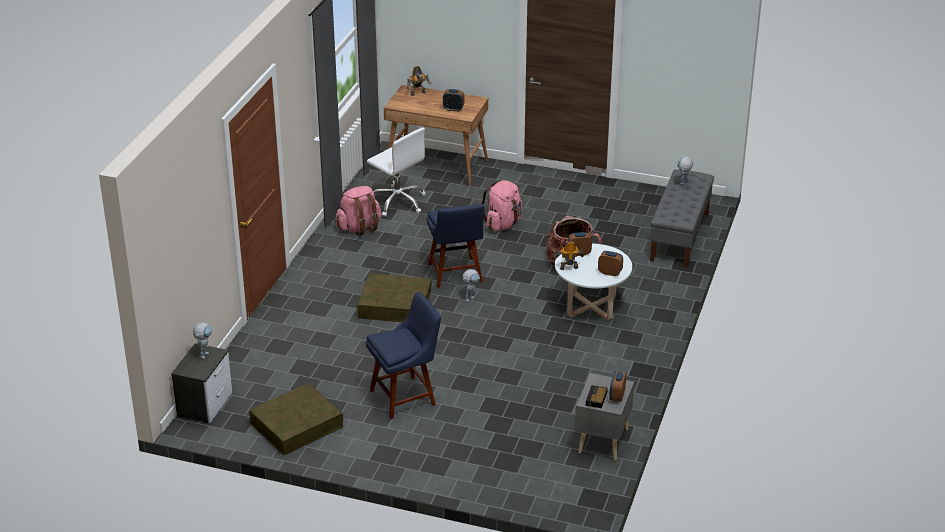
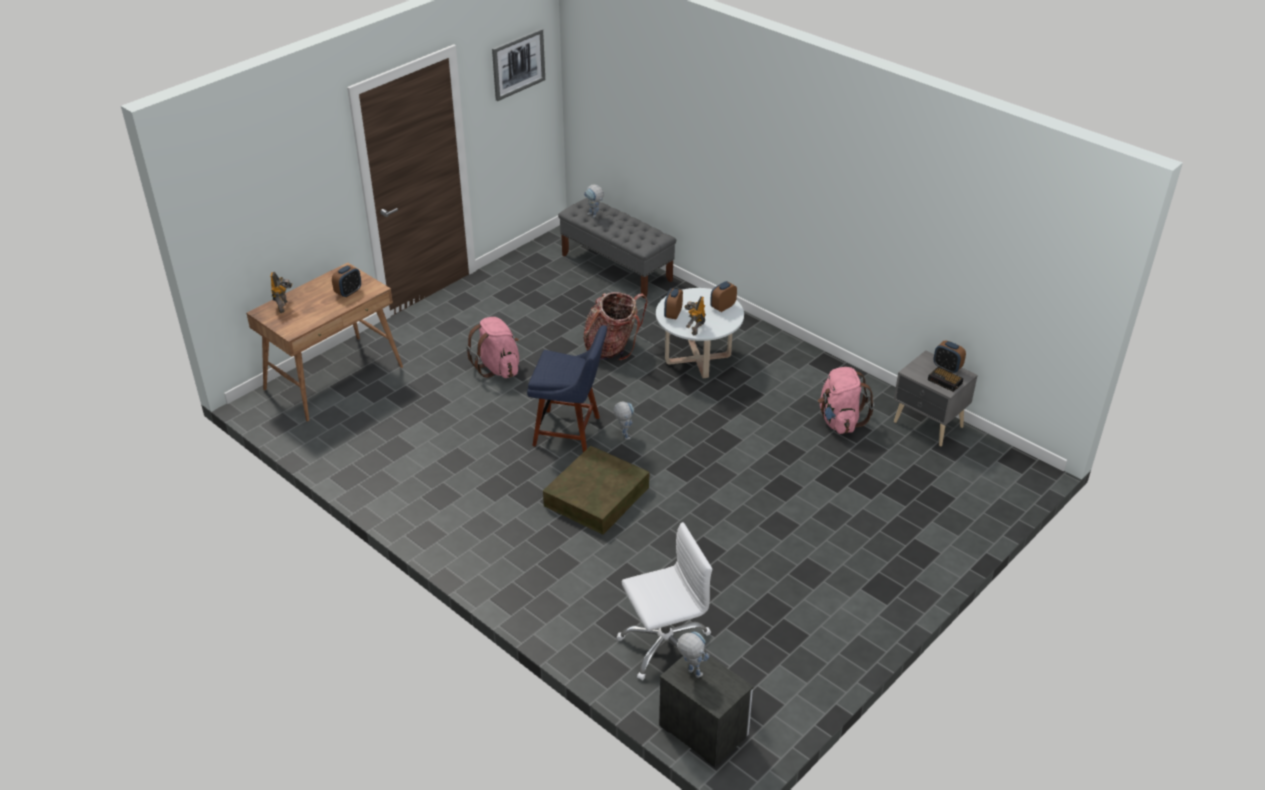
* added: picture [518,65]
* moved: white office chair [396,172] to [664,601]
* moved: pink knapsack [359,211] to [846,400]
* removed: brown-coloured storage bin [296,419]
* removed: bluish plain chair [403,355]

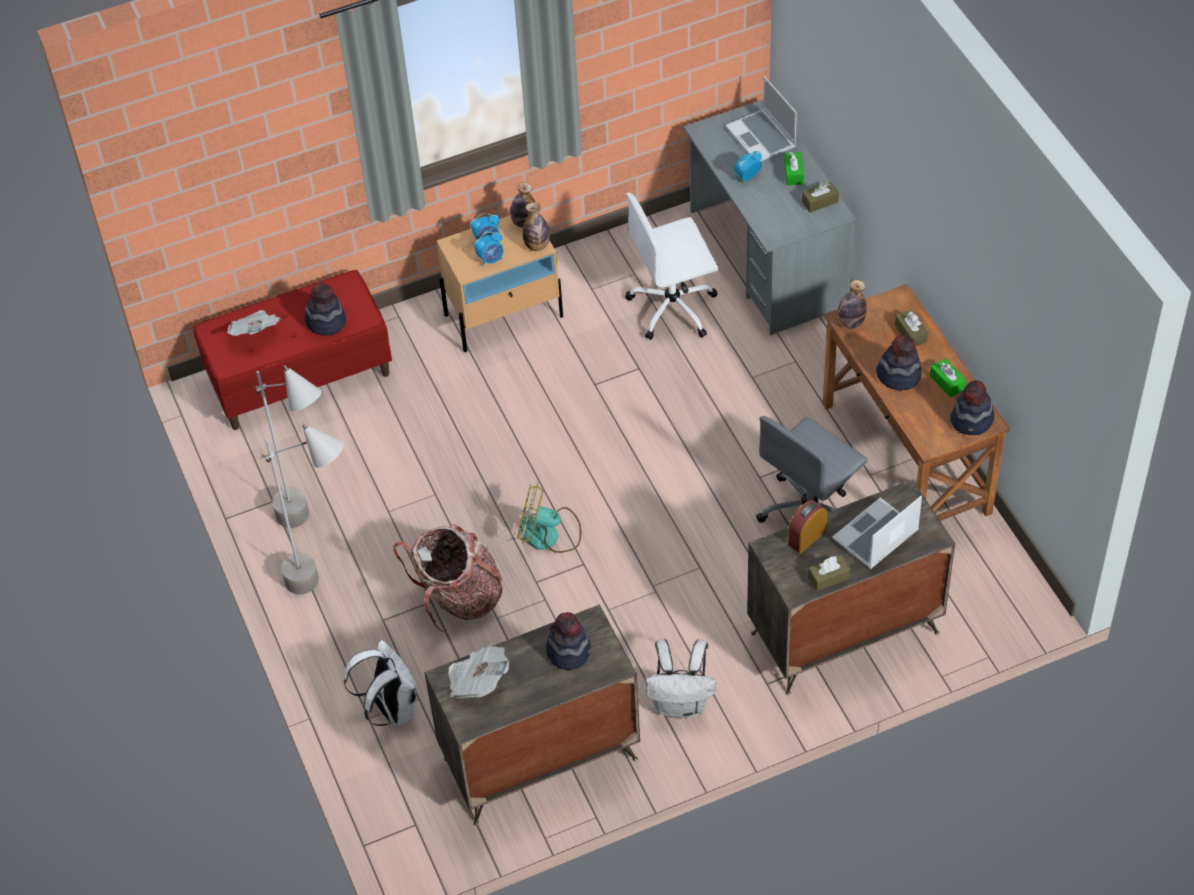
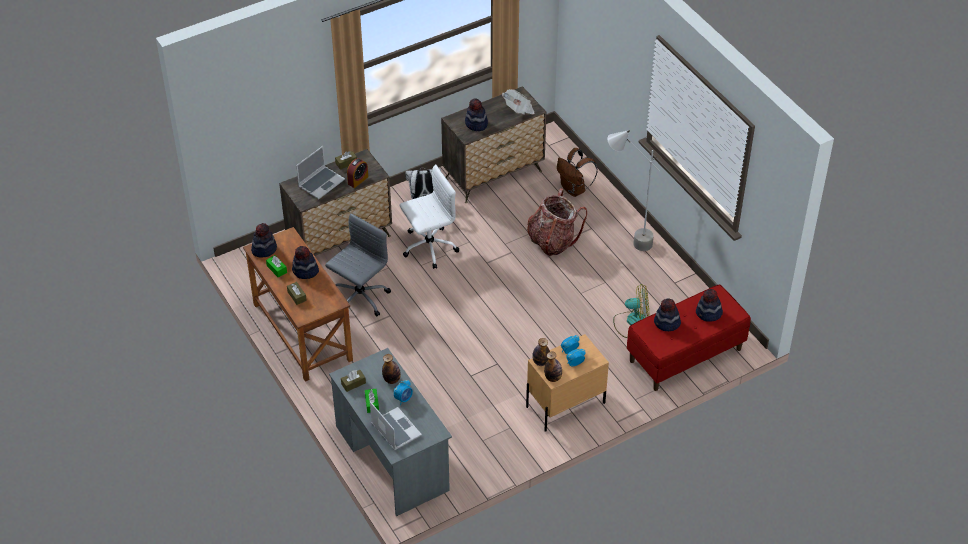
* moved: drink bottle [852,304] to [391,369]
* moved: white office chair [671,266] to [429,217]
* recoloured: white knapsack [382,683] to brown-coloured knapsack [577,172]
* moved: cooling fan [549,518] to [631,311]
* replaced: daily paper [253,323] to hat [709,305]
* removed: grey floor lamp [286,446]

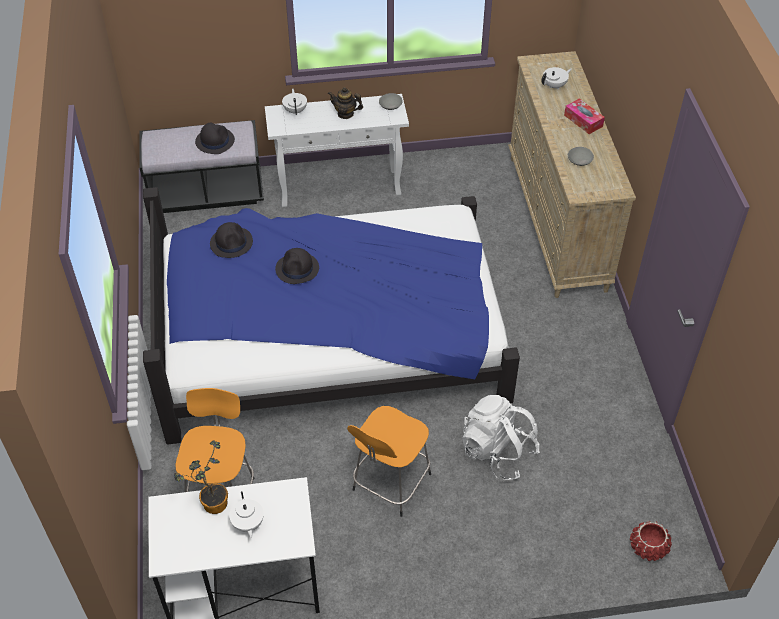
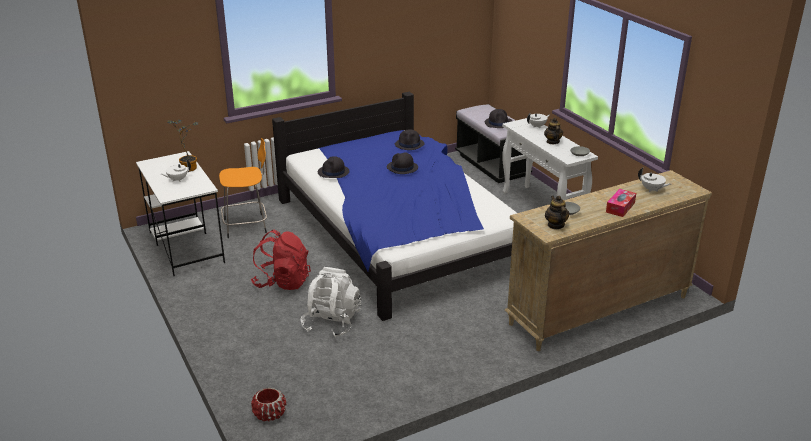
* replaced: orangey stool [389,461] to red-coloured knapsack [281,260]
* added: black hat [333,167]
* added: pot for tea [557,212]

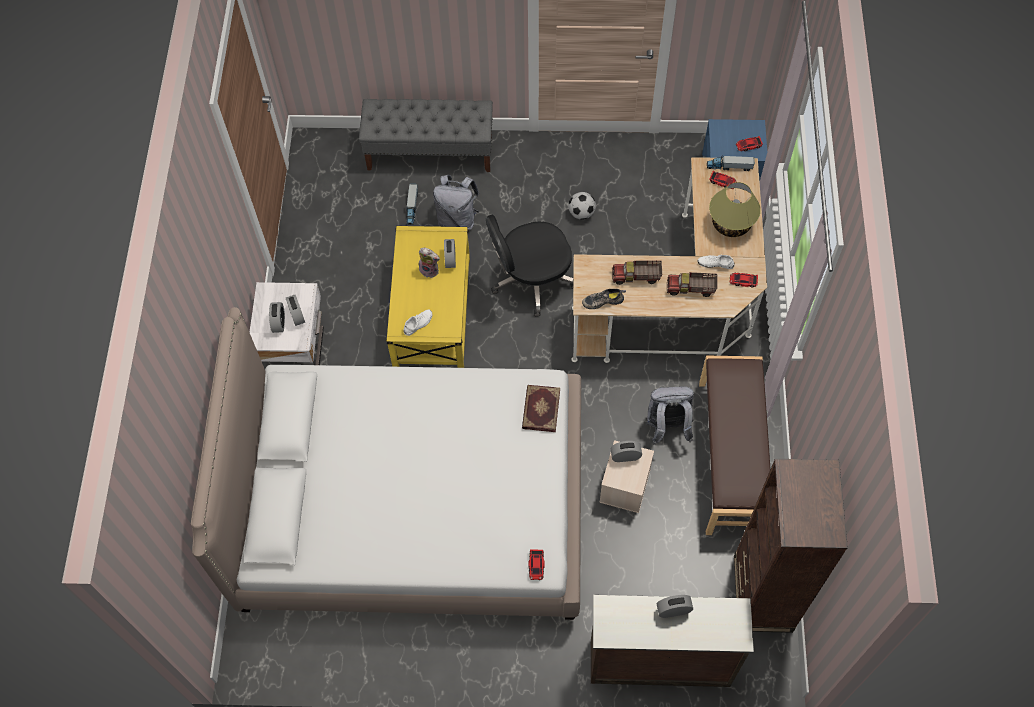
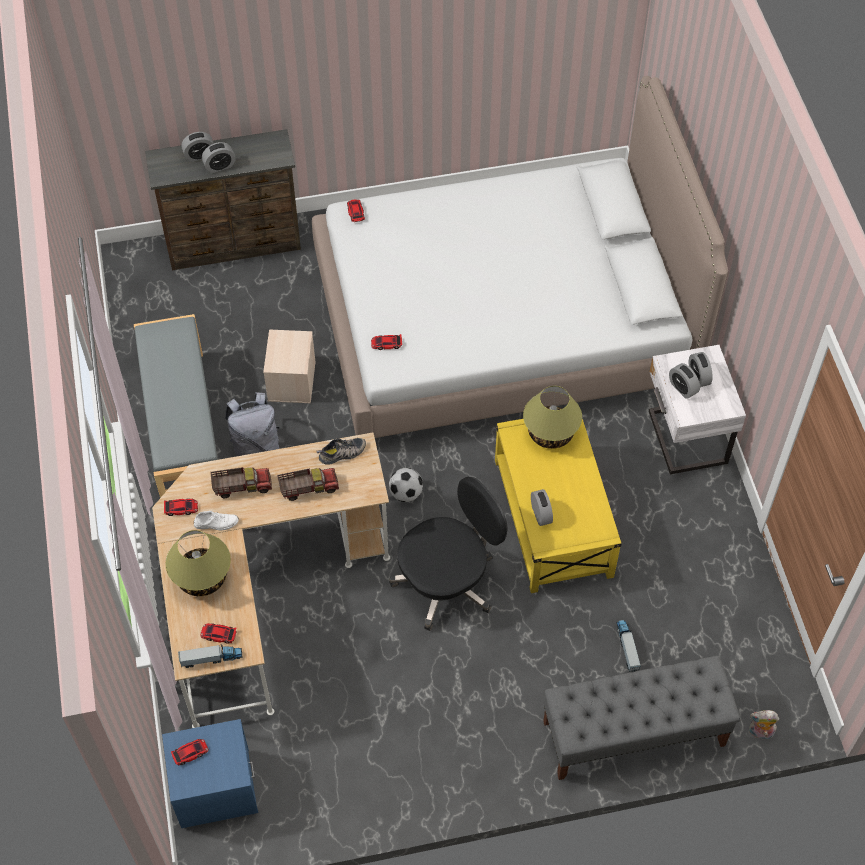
* recoloured: brown-coloured bench [734,445] to grey bench [176,406]
* moved: bedside clock [626,451] to [197,147]
* replaced: volume [541,408] to miniature car [386,342]
* moved: football ball [582,206] to [406,485]
* replaced: white low shoe [418,323] to tabletop lamp [552,417]
* moved: plush toy [429,263] to [764,725]
* removed: grey knapsack [456,202]
* removed: brown-coloured bookcase [791,546]

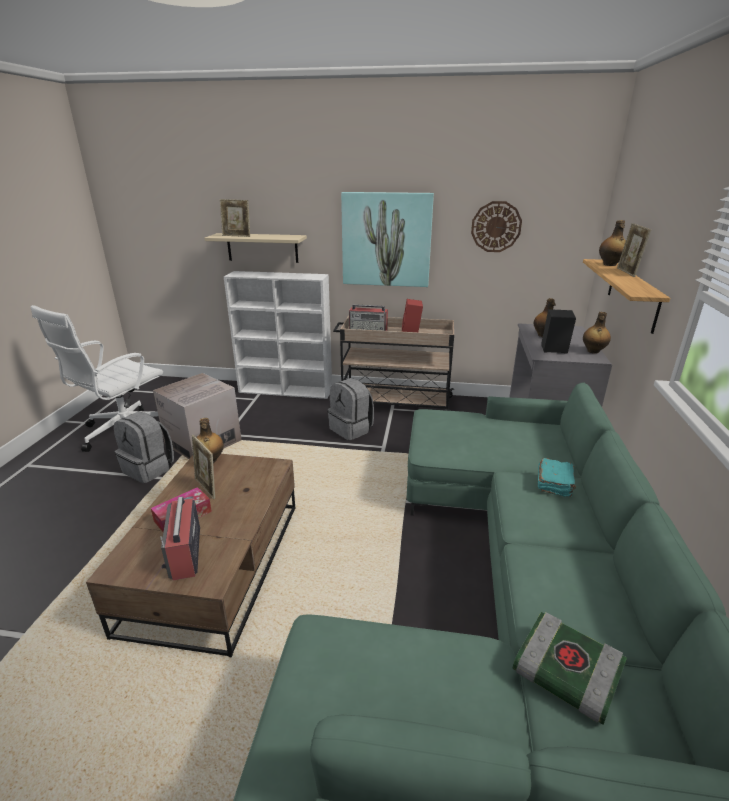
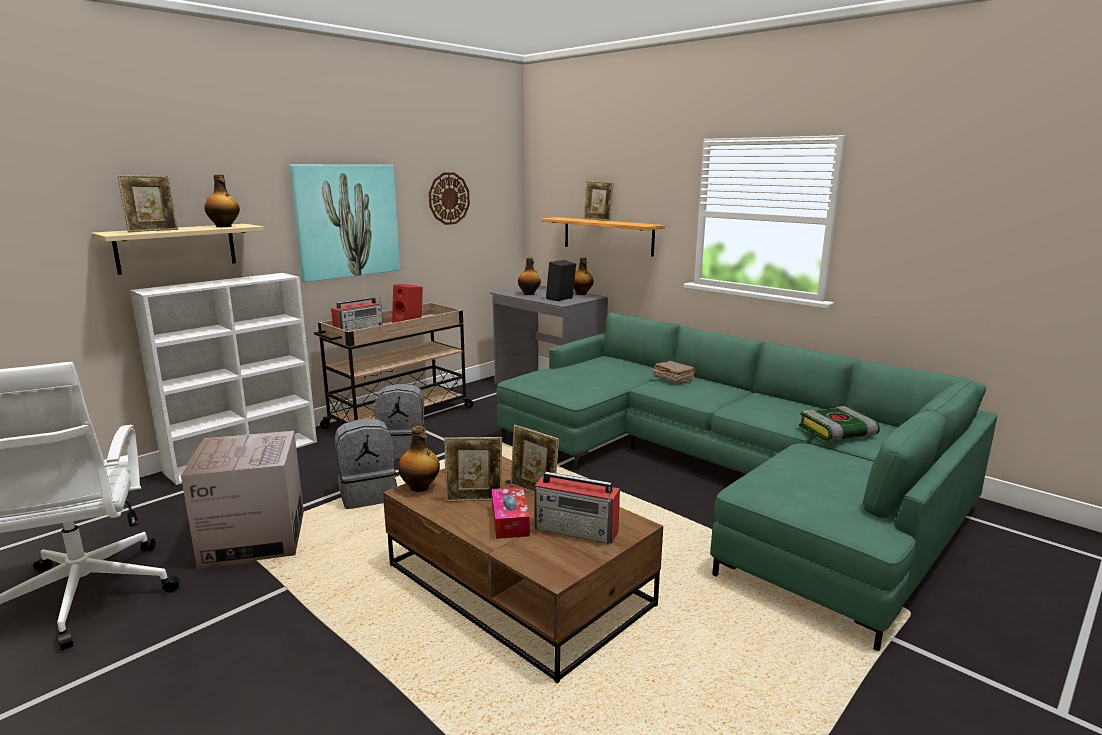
* moved: drink bottle [612,243] to [222,200]
* moved: grey knapsack [144,447] to [366,464]
* added: photo frame [534,459]
* recoloured: blue-green volume [557,477] to brown-coloured volume [674,371]

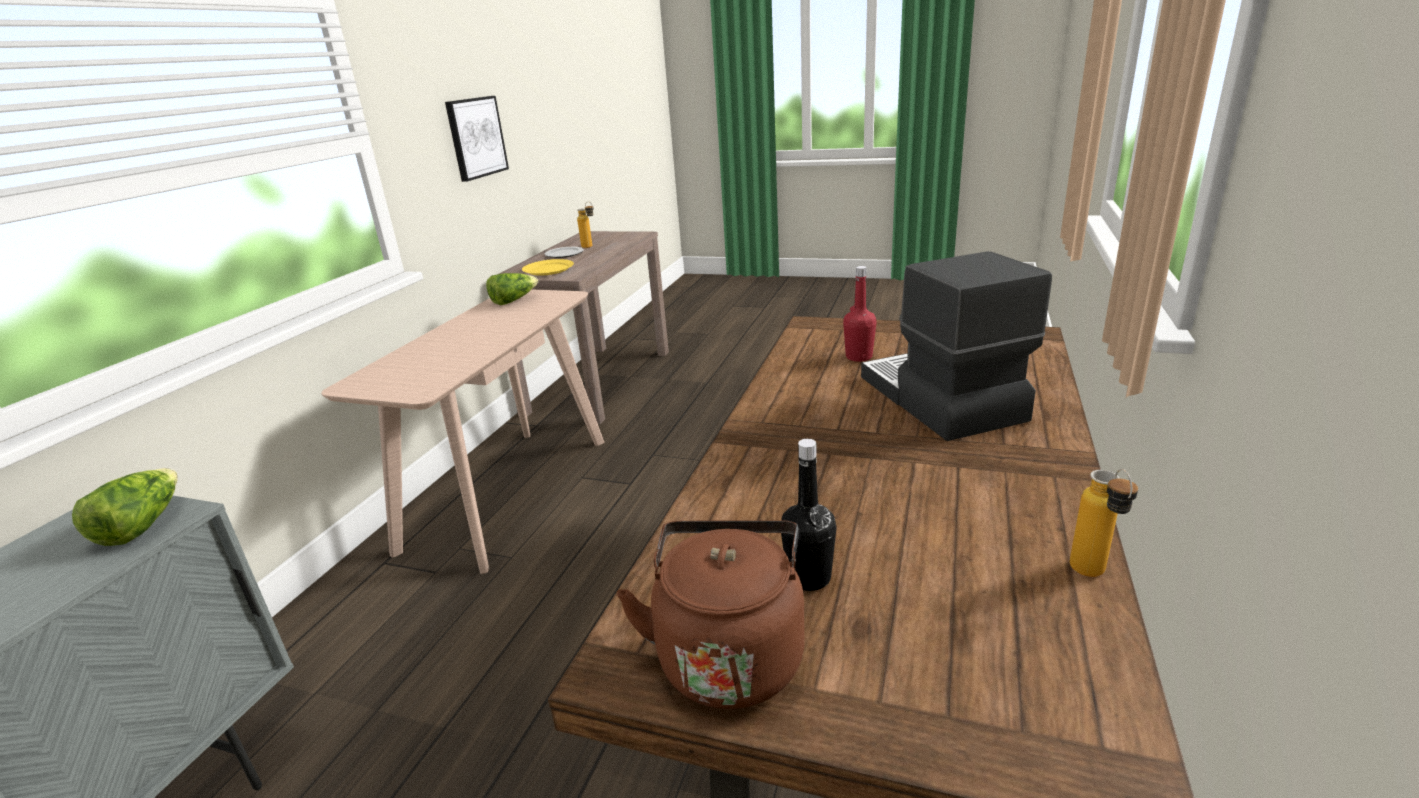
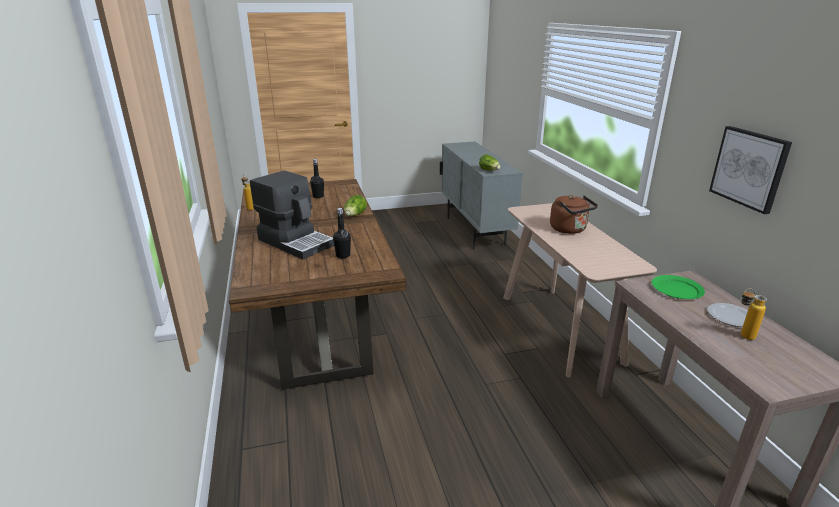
* recoloured: red-coloured drink bottle [860,314] to black drink bottle [342,233]
* moved: head of lettuce [512,289] to [355,205]
* moved: brown-coloured water kettle [711,614] to [574,214]
* recoloured: yellowish flat dish [548,267] to greenish flat dish [678,287]

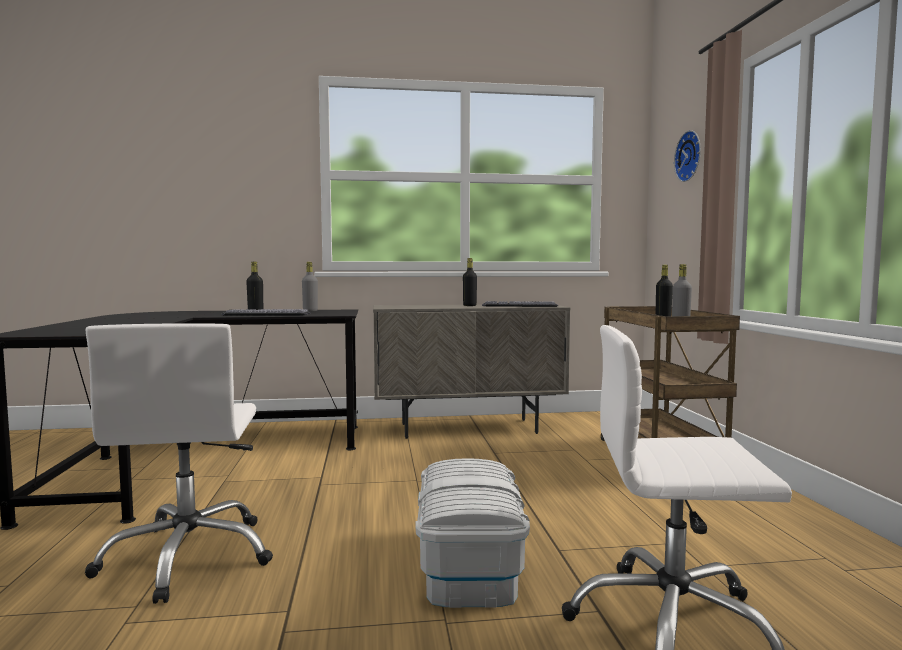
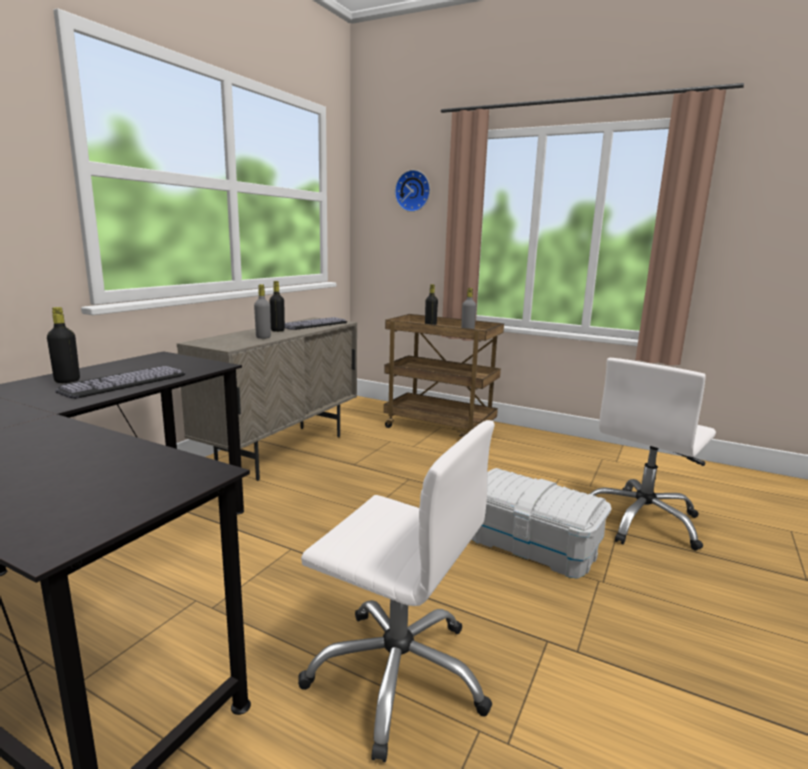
* moved: grey drink bottle [310,286] to [262,311]

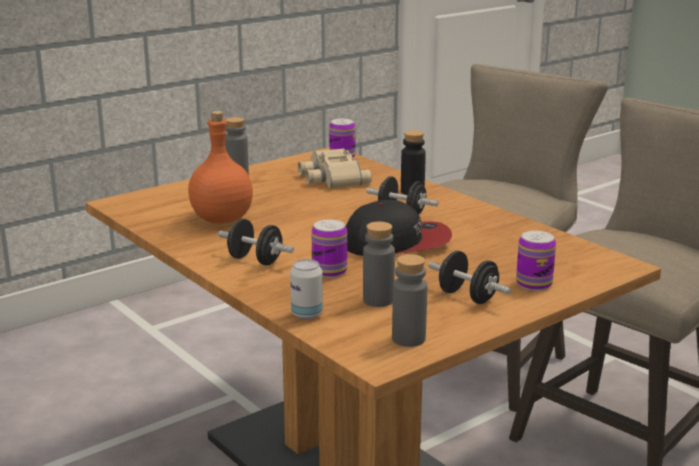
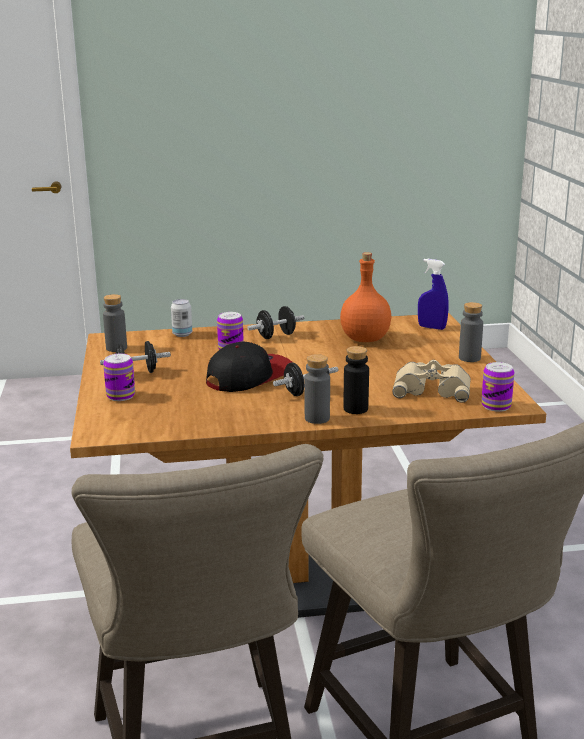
* turned: peaked cap [399,228] = [249,367] 150 degrees counterclockwise
* moved: grey drink bottle [379,264] to [317,389]
* added: bluish sprayer [433,294]

